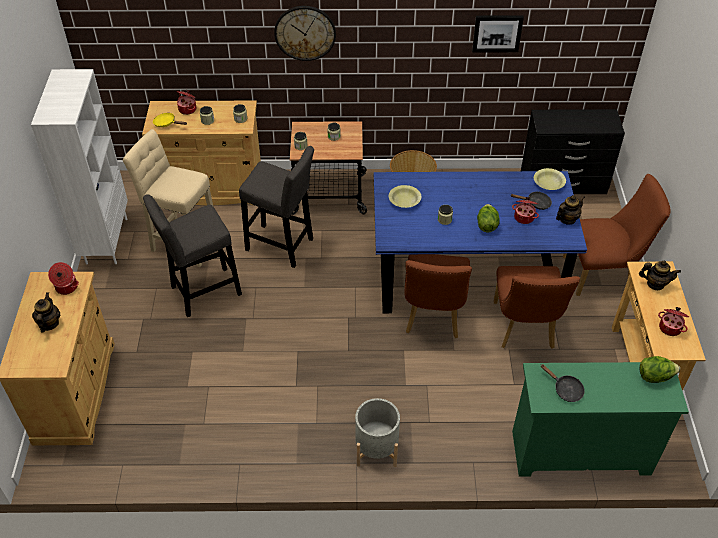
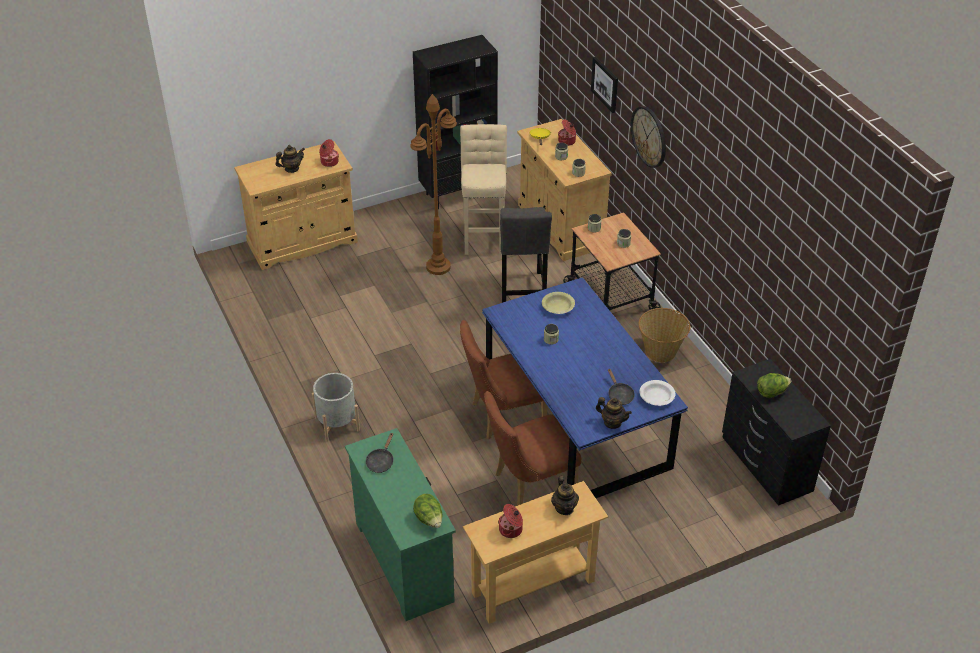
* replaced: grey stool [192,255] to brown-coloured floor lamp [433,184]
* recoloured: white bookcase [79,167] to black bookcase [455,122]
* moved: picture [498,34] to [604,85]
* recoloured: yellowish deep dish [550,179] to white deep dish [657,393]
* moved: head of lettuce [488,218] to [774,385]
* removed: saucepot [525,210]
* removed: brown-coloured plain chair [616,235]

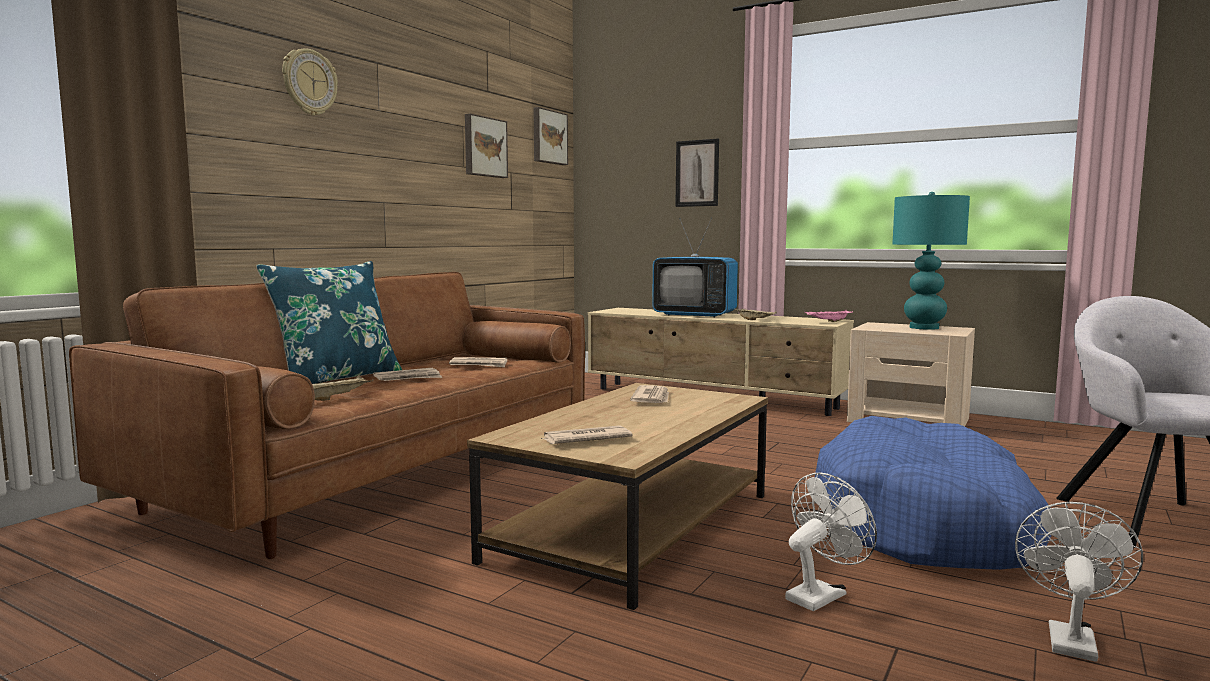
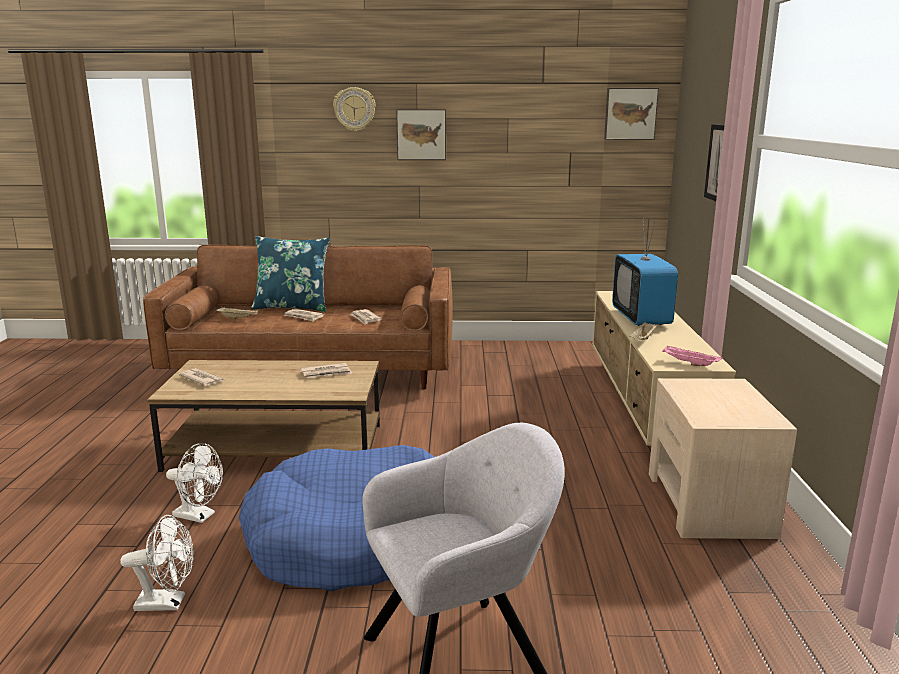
* moved: picture [486,146] to [421,134]
* removed: blue-green tabletop lamp [931,261]

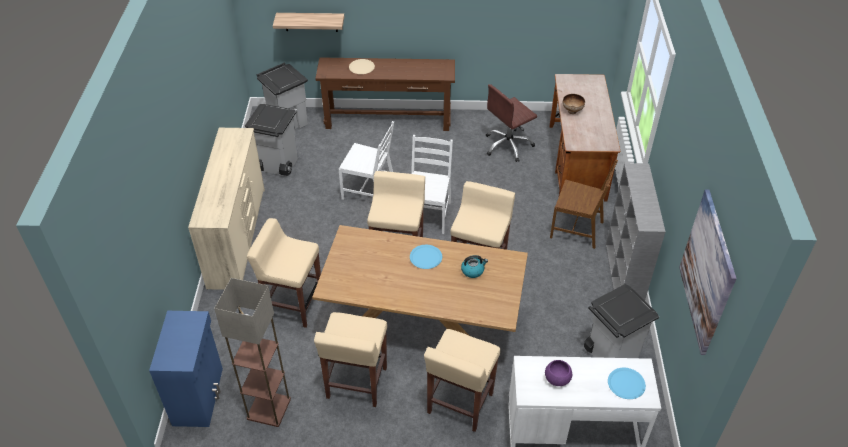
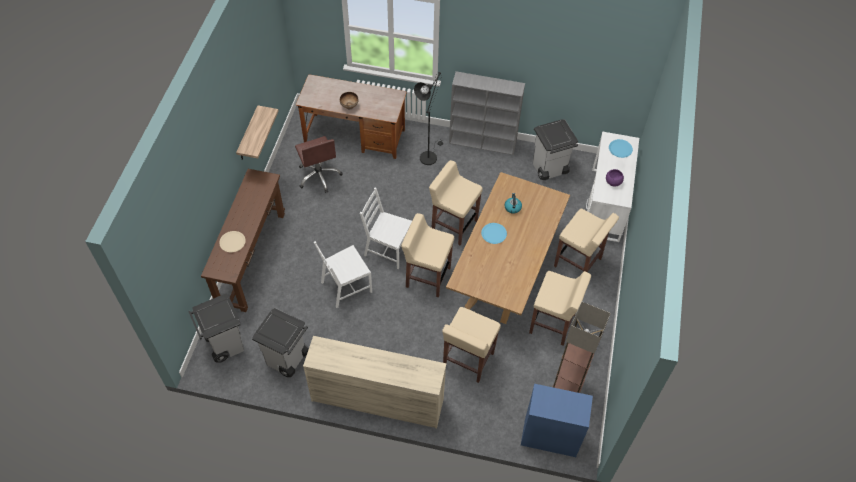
* moved: shelf [308,22] to [257,132]
* turned: white plain chair [366,160] = [343,274] 150 degrees counterclockwise
* replaced: brown-coloured plain chair [584,204] to black floor lamp [428,118]
* removed: picture [708,272]

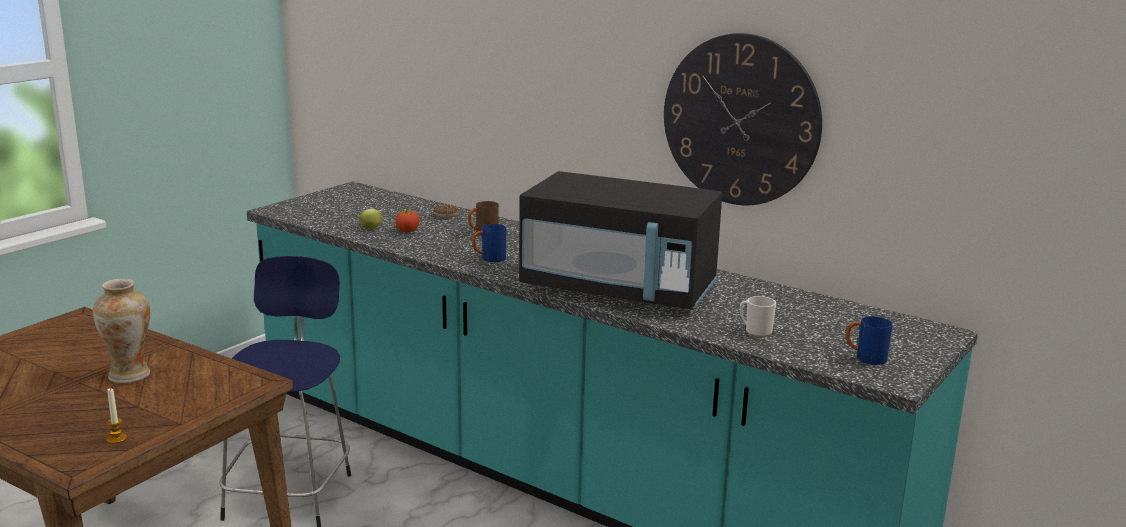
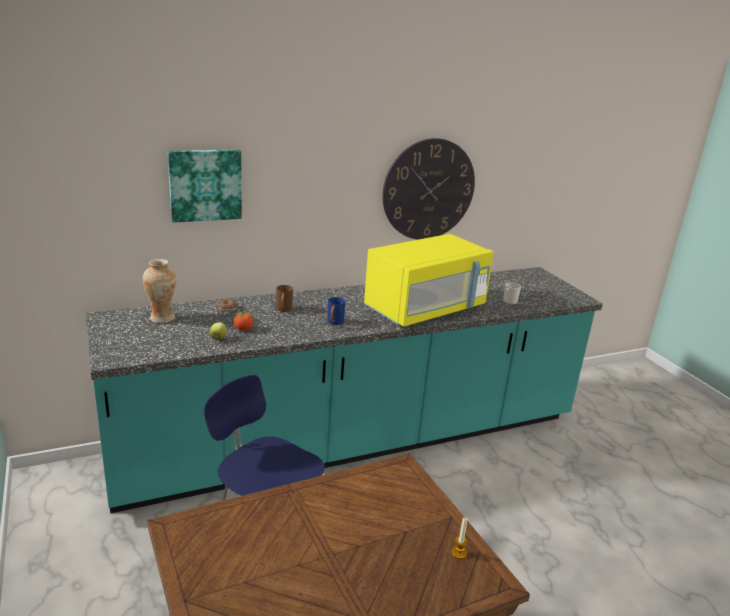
* moved: decorative vase [121,331] to [159,291]
* added: picture [205,186]
* recoloured: black microwave oven [620,240] to yellowish microwave oven [429,280]
* removed: bluish mug [869,340]

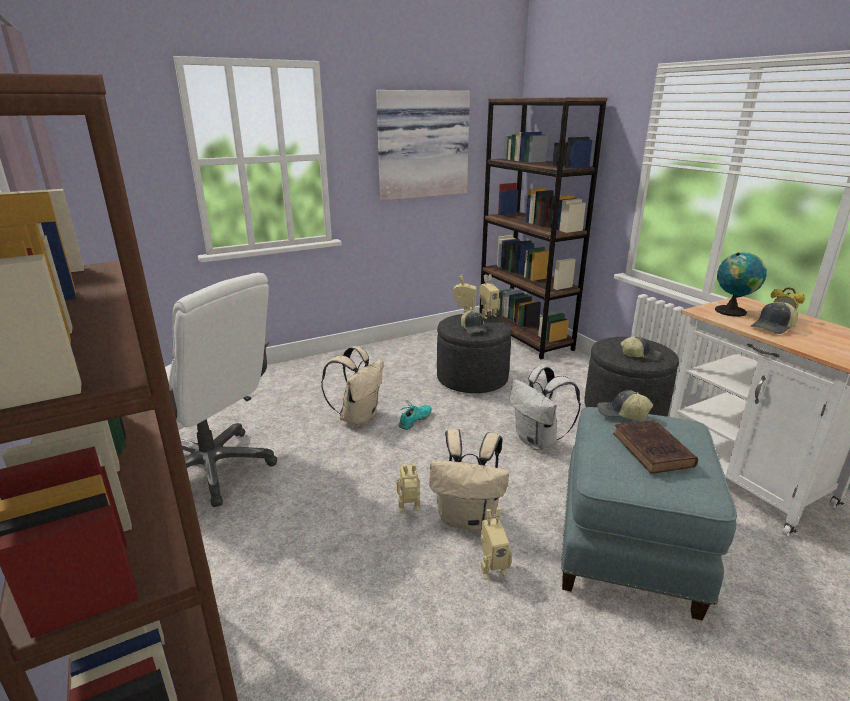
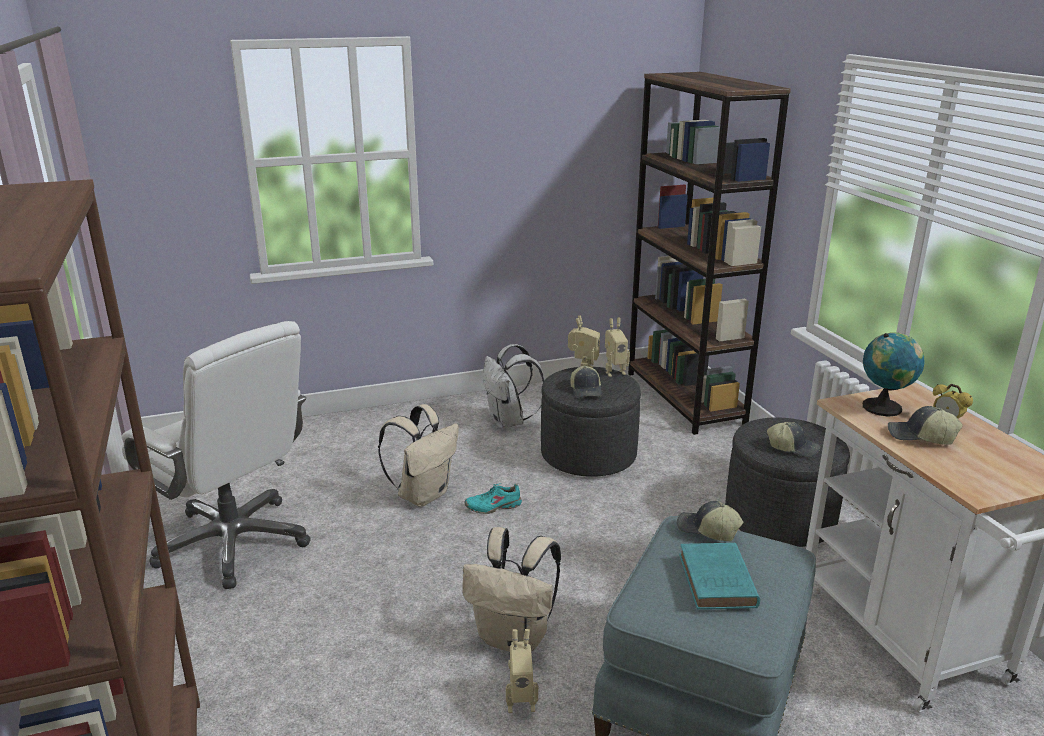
* turned: blue-green low shoe [414,415] = [493,498] 150 degrees counterclockwise
* moved: white knapsack [545,407] to [514,386]
* recoloured: brown-coloured volume [655,447] to blue-green volume [719,576]
* turned: peaked cap [774,317] = [925,425] 45 degrees clockwise
* removed: picture [423,145]
* removed: toy robot [408,487]

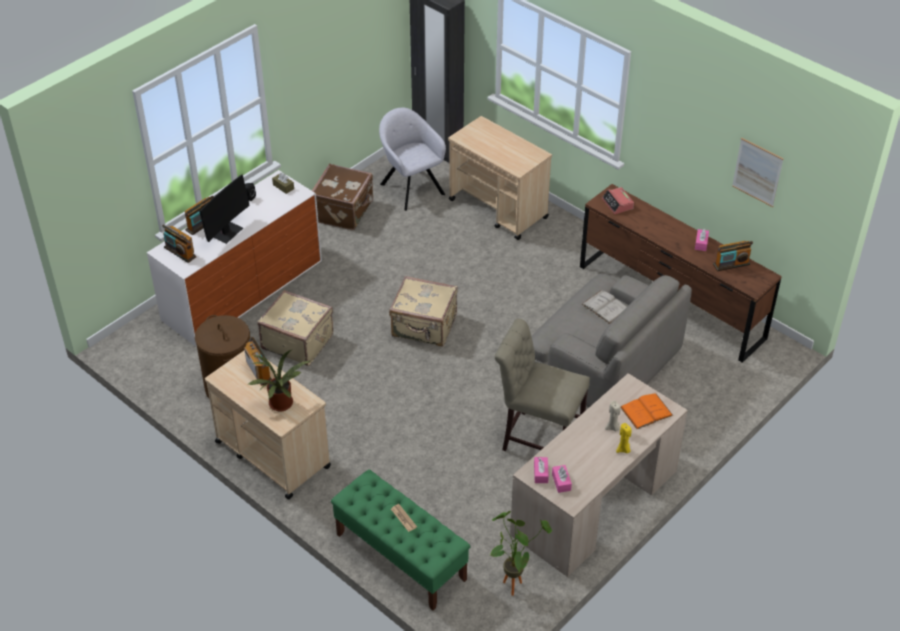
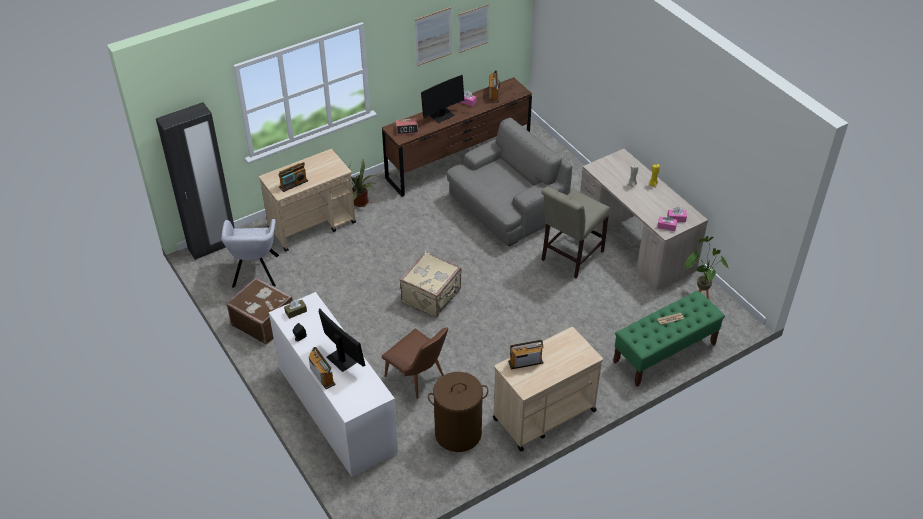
* turned: grey easy chair [412,159] = [250,253] 75 degrees counterclockwise
* moved: radio set [179,244] to [293,177]
* moved: houseplant [278,380] to [363,183]
* replaced: sand-coloured travel case [295,328] to brown-coloured plain chair [415,363]
* added: picture [433,36]
* added: computer display [442,99]
* removed: white volume [604,307]
* removed: orangey volume [646,411]

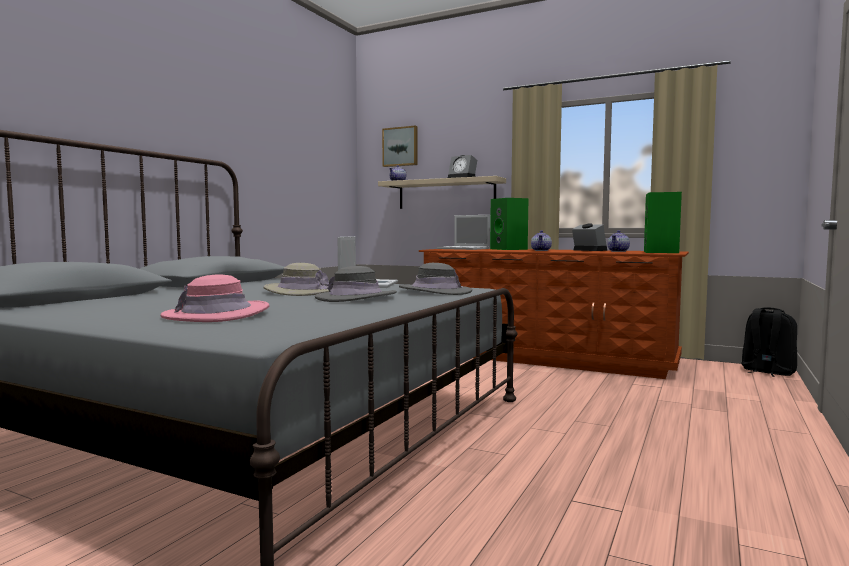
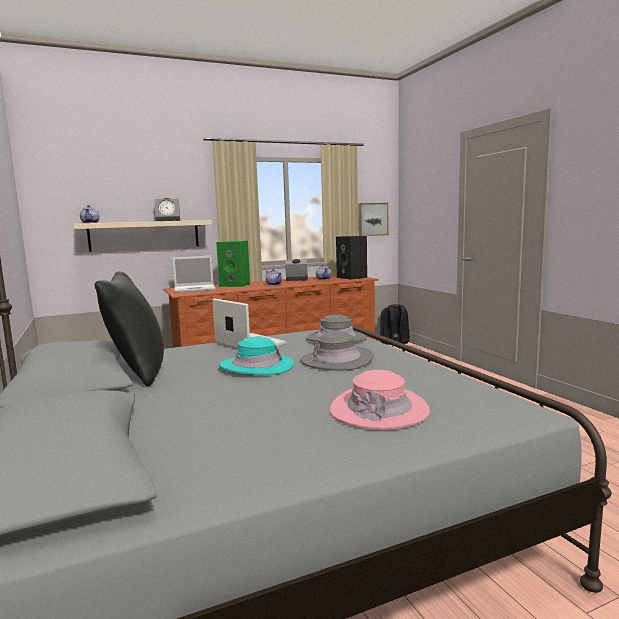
* added: black throw pillow [129,328]
* recoloured: sand-coloured hat [296,279] to blue-green hat [256,356]
* recoloured: greenish speaker [663,222] to black speaker [351,258]
* moved: picture [400,146] to [373,219]

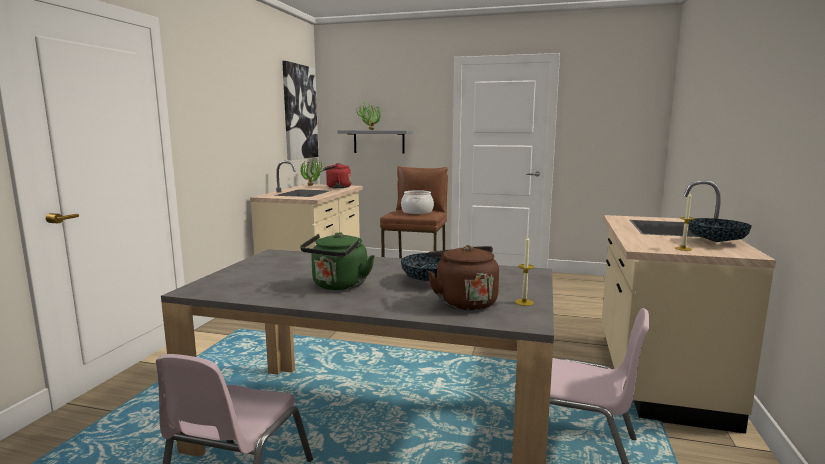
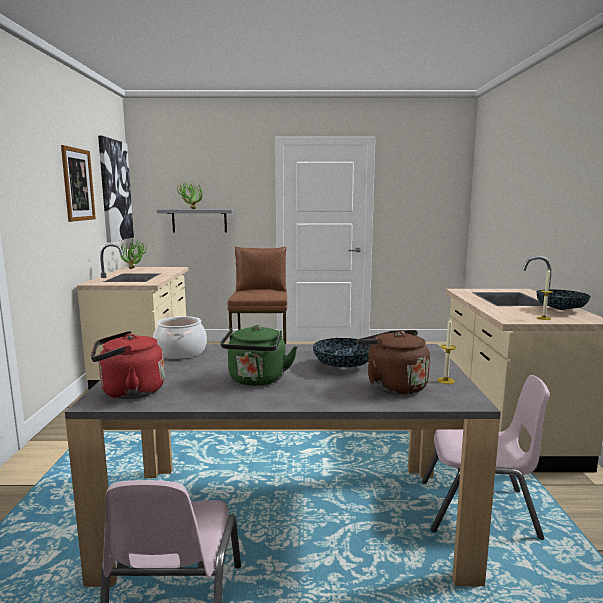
* added: picture [78,183]
* moved: red-coloured water kettle [337,175] to [128,365]
* moved: saucepot [417,202] to [180,337]

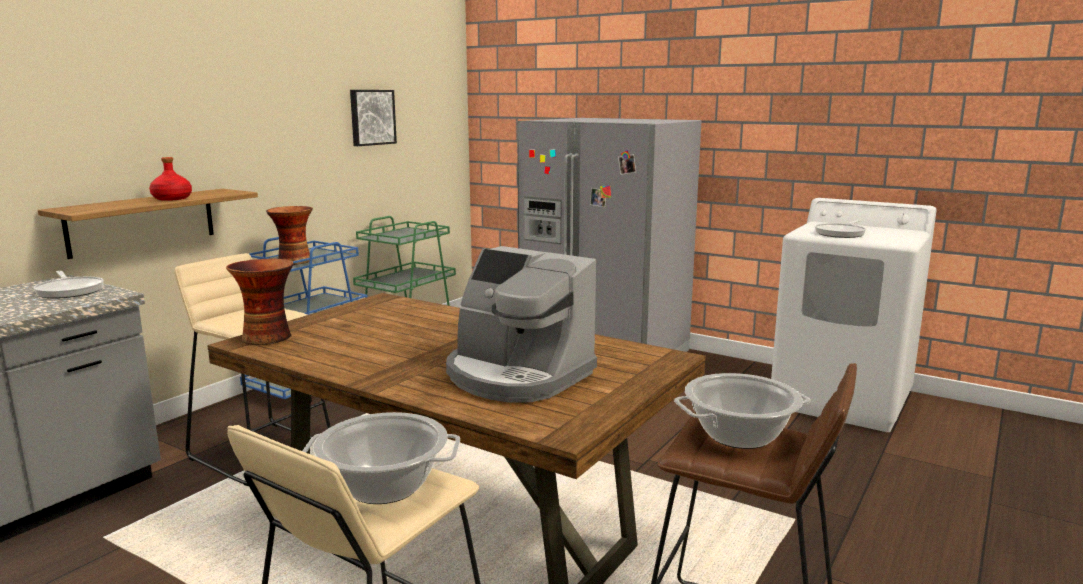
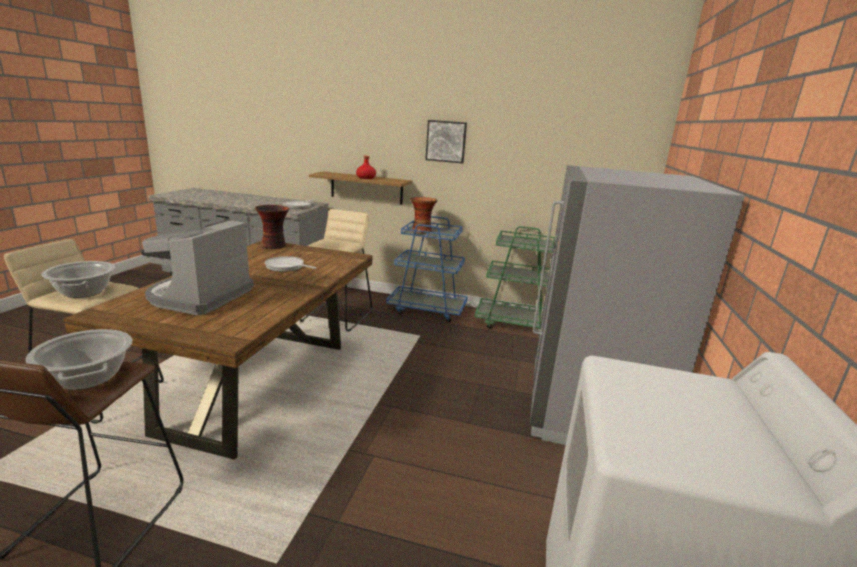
* moved: skillet [840,229] to [291,264]
* moved: picture [373,118] to [446,141]

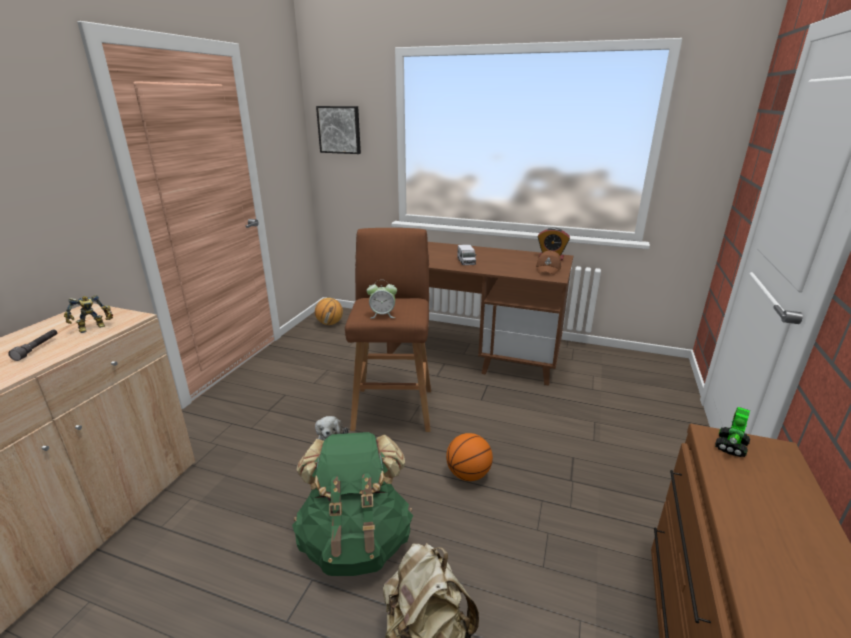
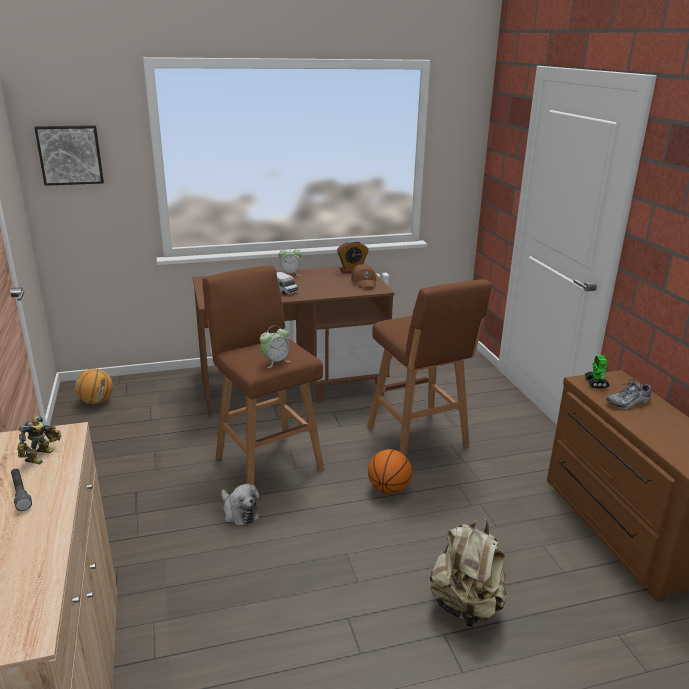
* added: bedside clock [290,262]
* added: brown-coloured stool [429,367]
* added: low shoe [628,394]
* removed: greenish knapsack [352,504]

